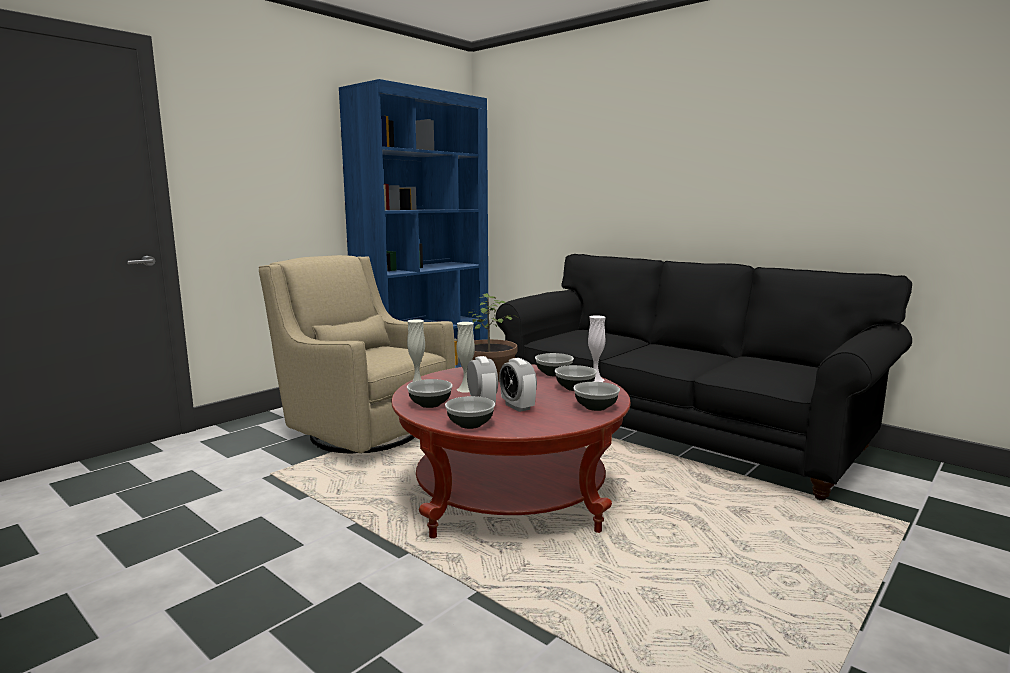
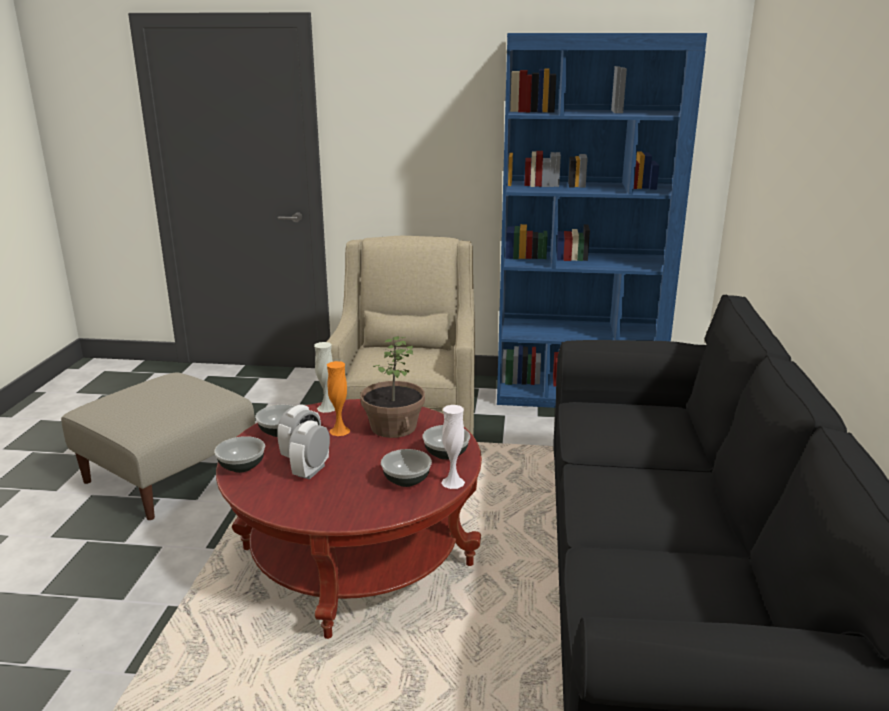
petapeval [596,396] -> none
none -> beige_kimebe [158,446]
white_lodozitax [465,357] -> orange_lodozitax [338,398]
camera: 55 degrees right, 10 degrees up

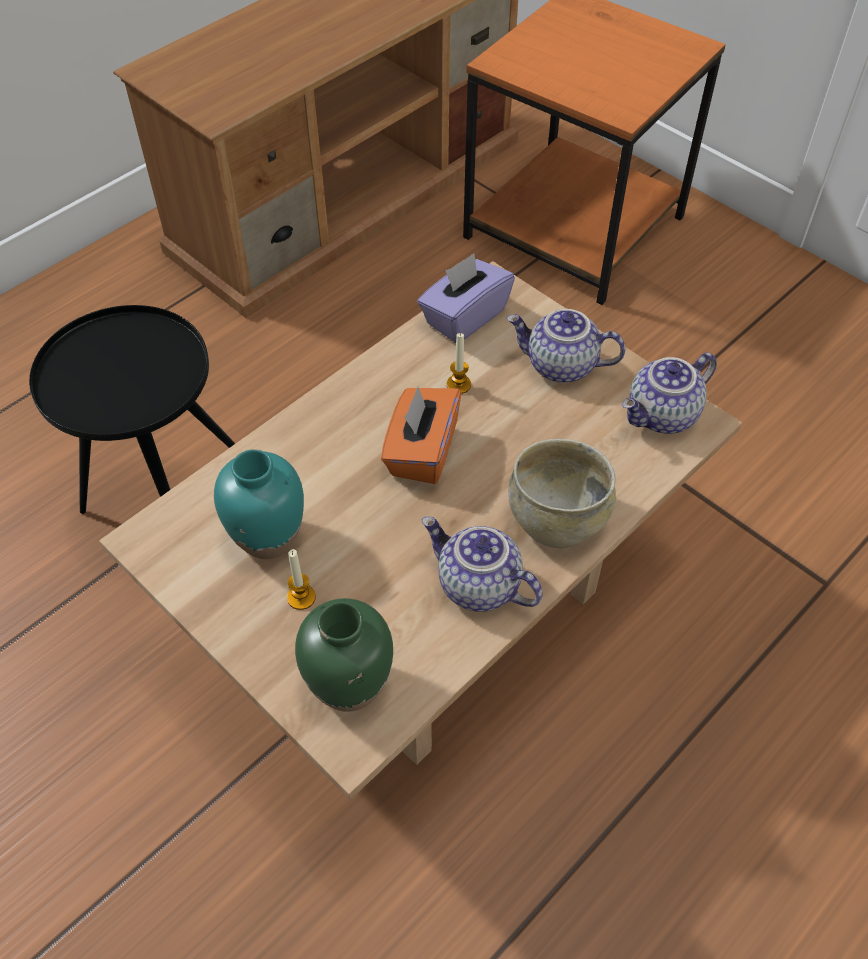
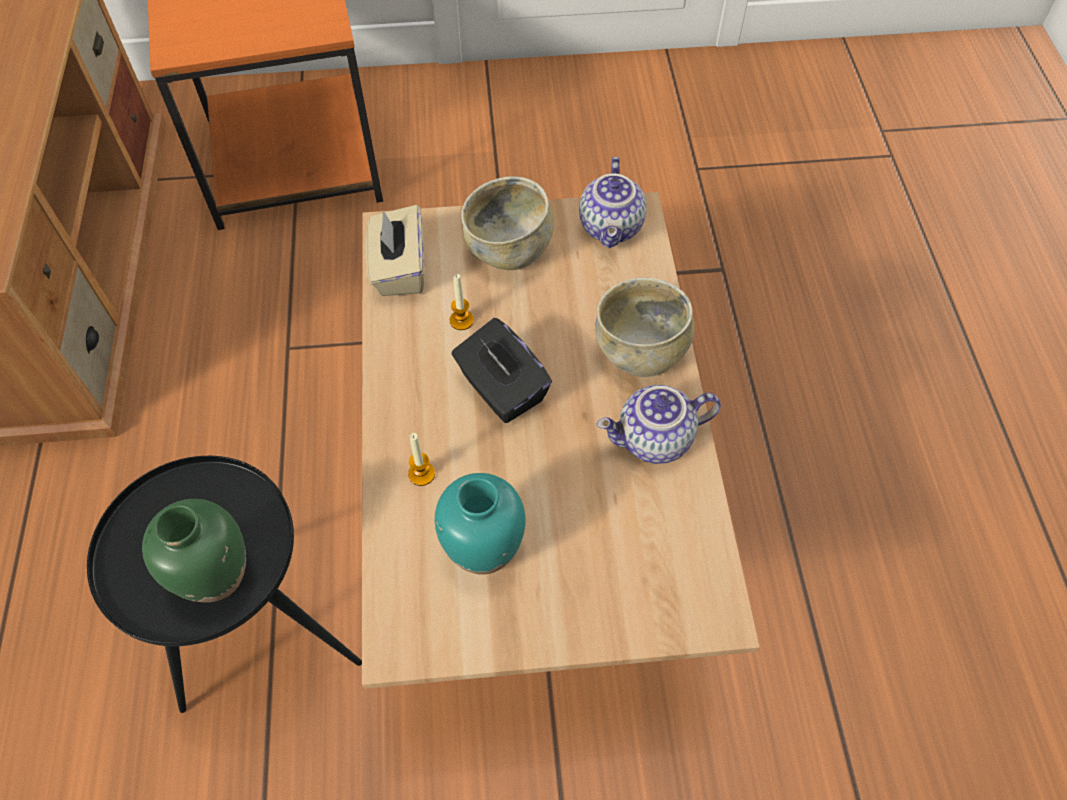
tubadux [301,579] -> tubadux [421,459], move
green_lodozitax [344,655] -> green_lodozitax [194,550], move
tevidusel [566,346] -> beige_petapeval [507,223]
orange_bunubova [421,435] -> black_bunubova [502,370]
purple_bunubova [466,298] -> beige_bunubova [395,250]
camera: 50 degrees left, 5 degrees up

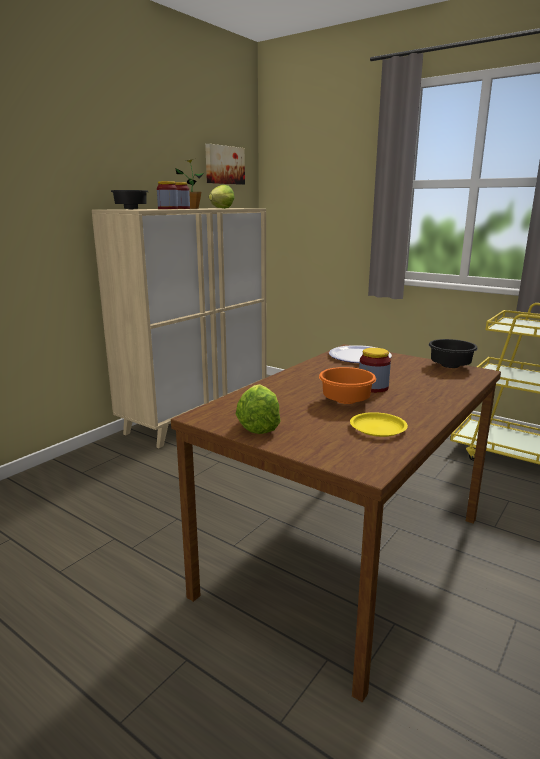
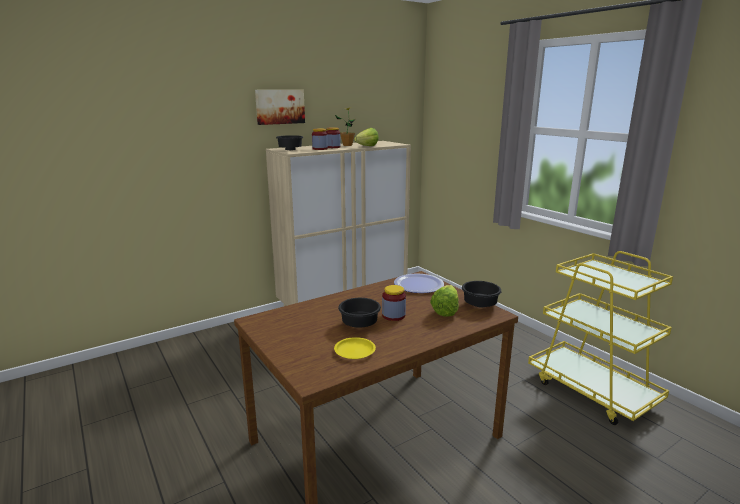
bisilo [225,164] -> bisilo [280,107], move
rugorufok [258,409] -> rugorufok [444,301], move
orange_petapeval [347,385] -> black_petapeval [359,313]
camera: 20 degrees right, 0 degrees up

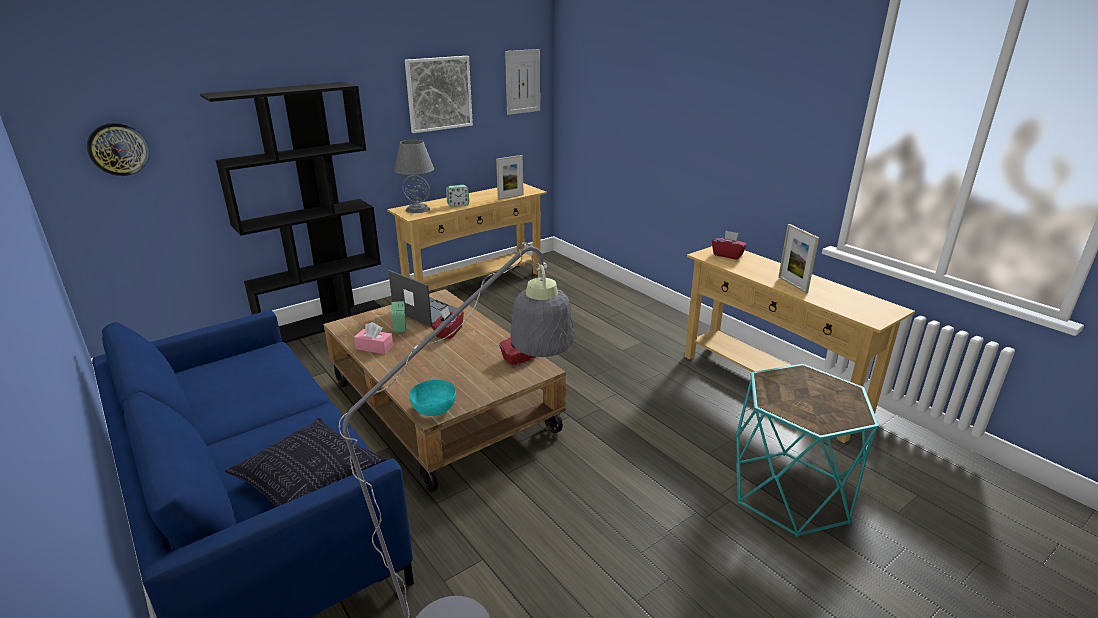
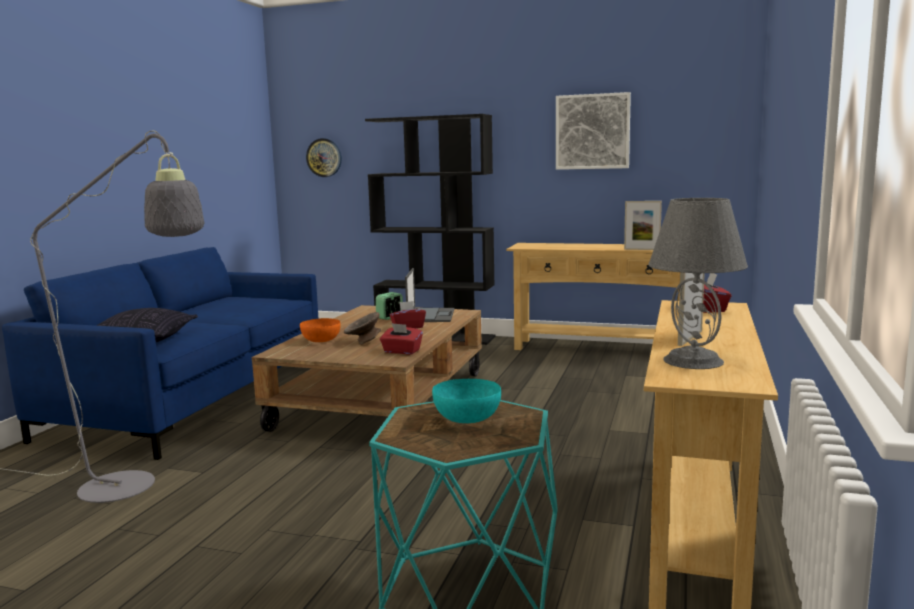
pink_bunubova [373,338] -> none
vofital [457,196] -> none
bisilo [522,82] -> none
none -> orange_petapeval [320,330]
none -> grey_petapeval [362,328]
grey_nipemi [414,176] -> grey_nipemi [698,283], move
turquoise_petapeval [432,398] -> turquoise_petapeval [466,401], move
camera: 55 degrees right, 15 degrees down

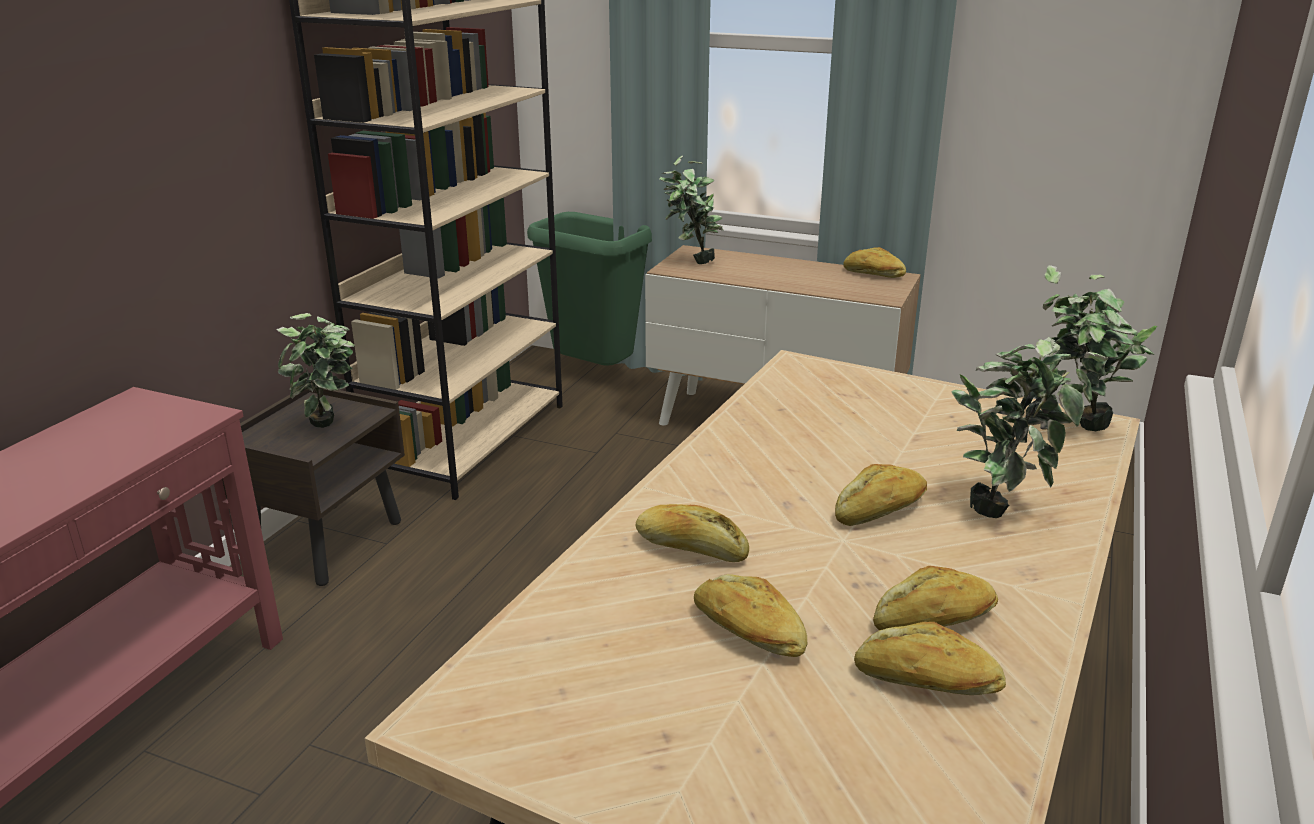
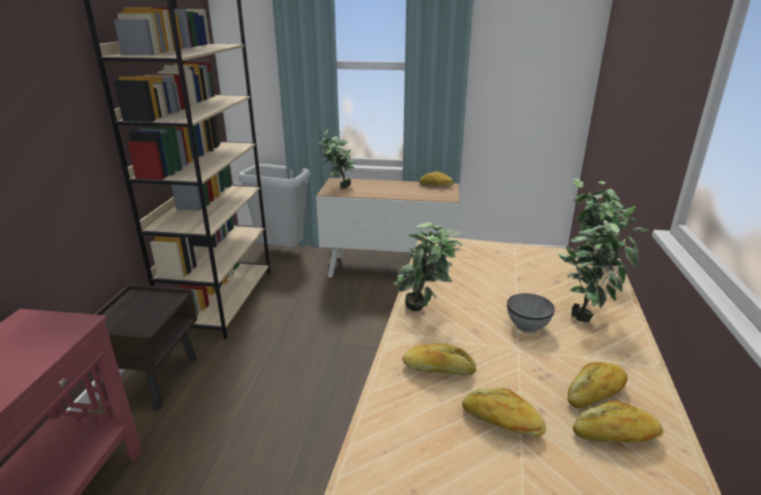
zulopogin [316,370] -> zulopogin [428,266], move
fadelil [881,495] -> grey_petapeval [531,313]
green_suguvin [589,289] -> grey_suguvin [274,205]
camera: 15 degrees left, 0 degrees up

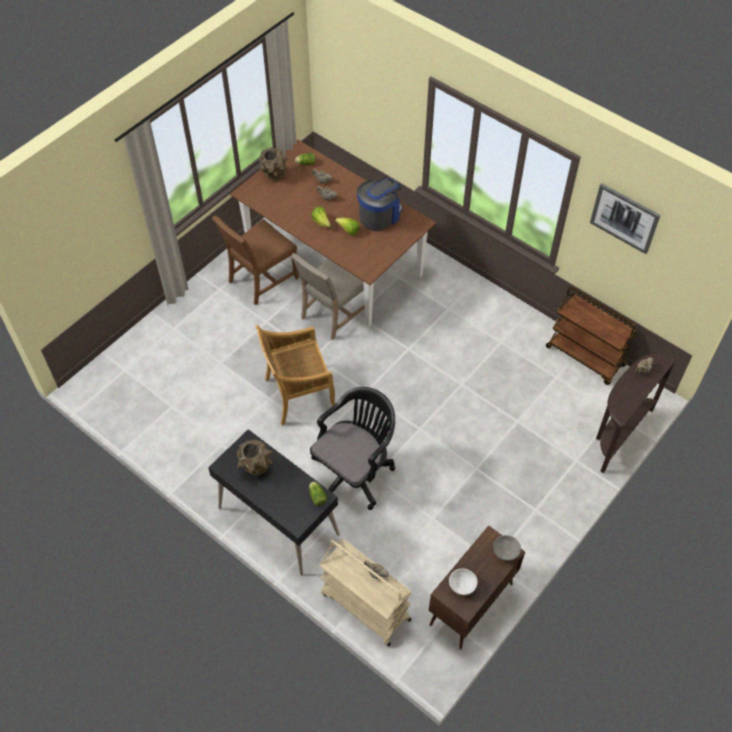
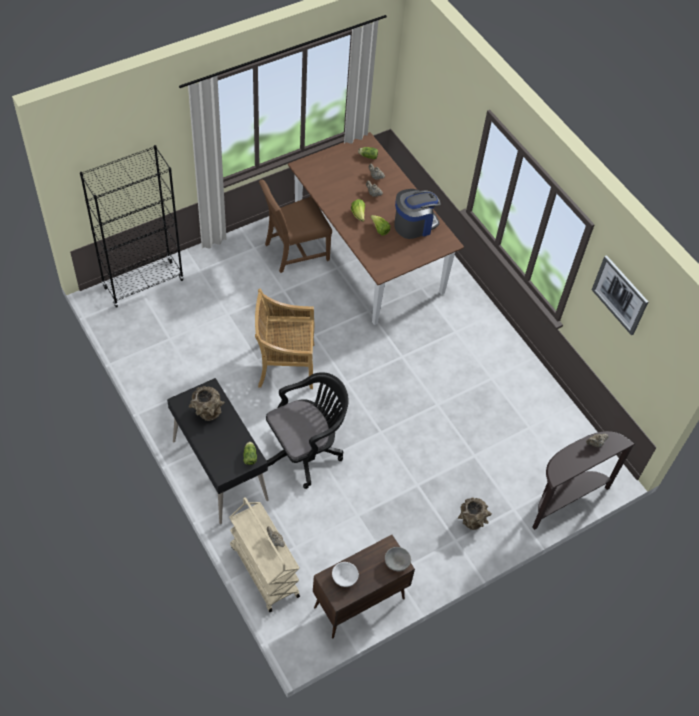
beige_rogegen [328,297] -> none
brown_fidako [592,336] -> none
none -> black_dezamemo [132,226]
brown_lodozitax [273,164] -> brown_lodozitax [475,514], move
camera: 15 degrees right, 0 degrees up

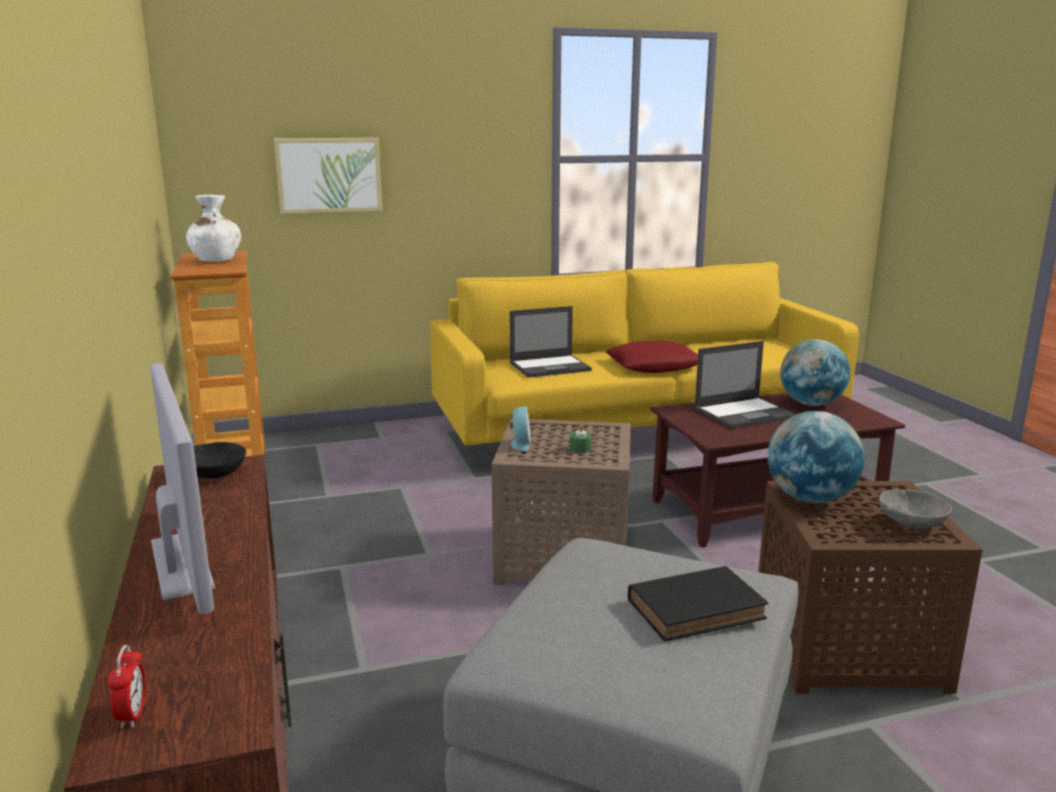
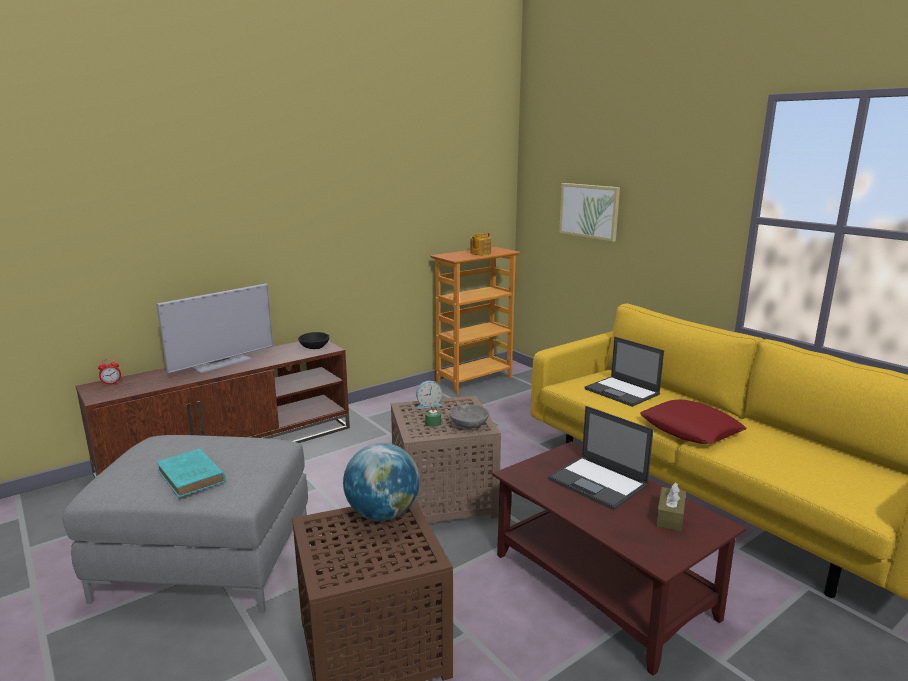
grey_petapeval [915,509] -> grey_petapeval [469,416], move
white_lodozitax [213,228] -> tevidusel [480,243]
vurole [815,372] -> brown_bunubova [671,507]
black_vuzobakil [698,604] -> turquoise_vuzobakil [191,473]
camera: 70 degrees right, 0 degrees up

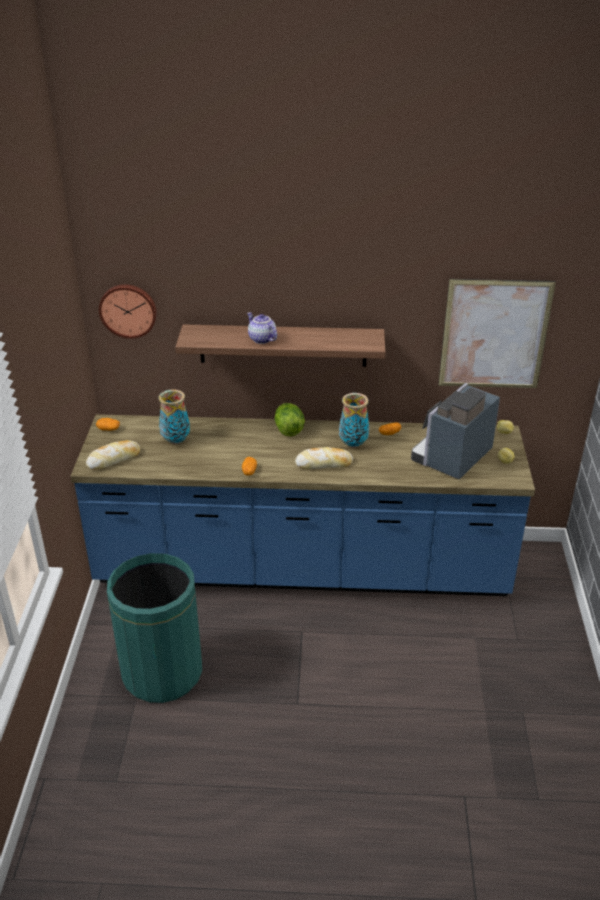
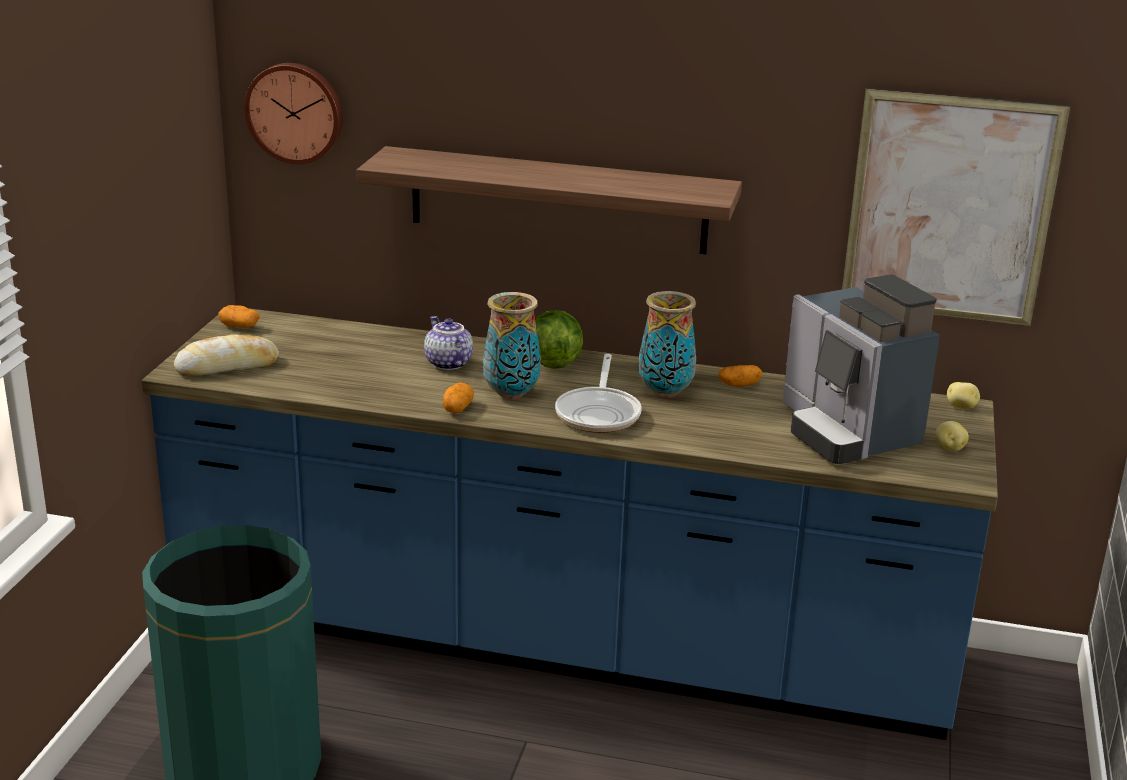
lodozitax [174,416] -> lodozitax [512,345], move
tevidusel [262,328] -> tevidusel [448,343], move
fadelil [324,458] -> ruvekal [598,393]
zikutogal [455,431] -> zikutogal [861,369], 75 degrees counterclockwise
camera: 10 degrees right, 10 degrees down

